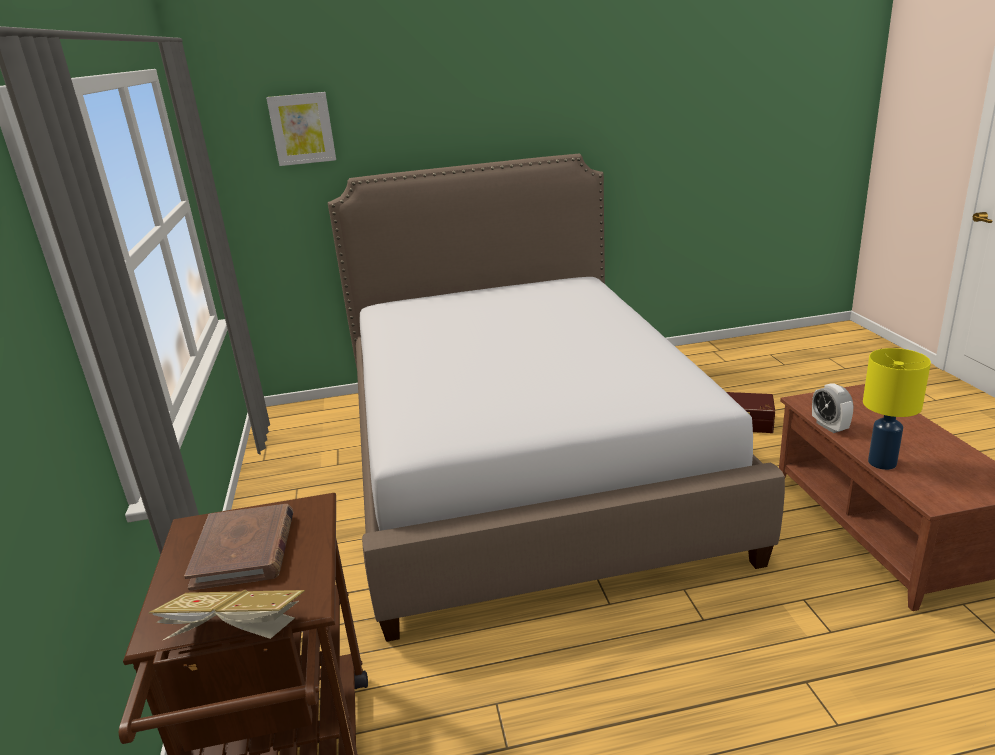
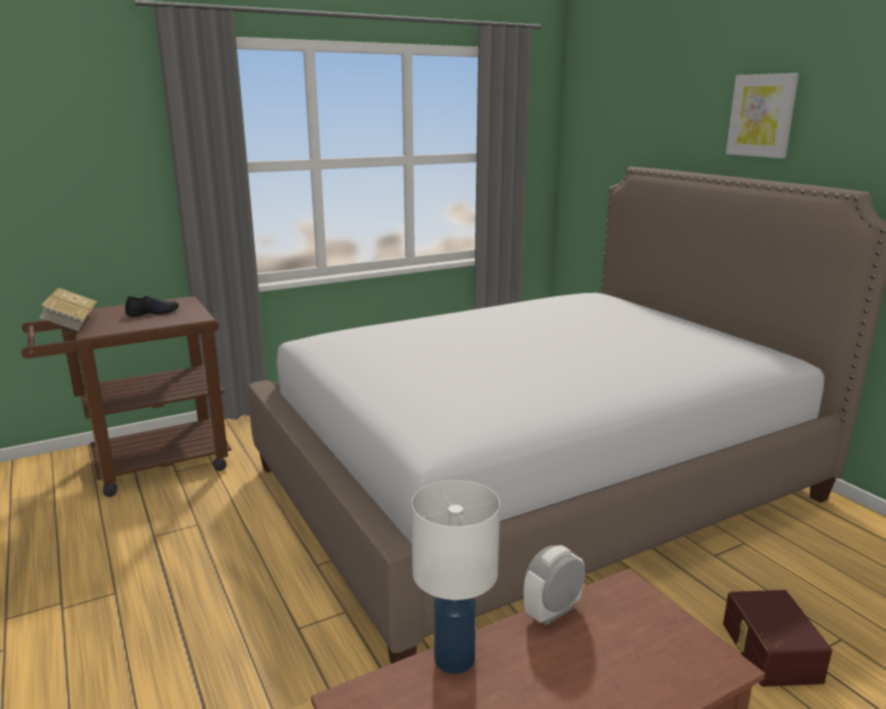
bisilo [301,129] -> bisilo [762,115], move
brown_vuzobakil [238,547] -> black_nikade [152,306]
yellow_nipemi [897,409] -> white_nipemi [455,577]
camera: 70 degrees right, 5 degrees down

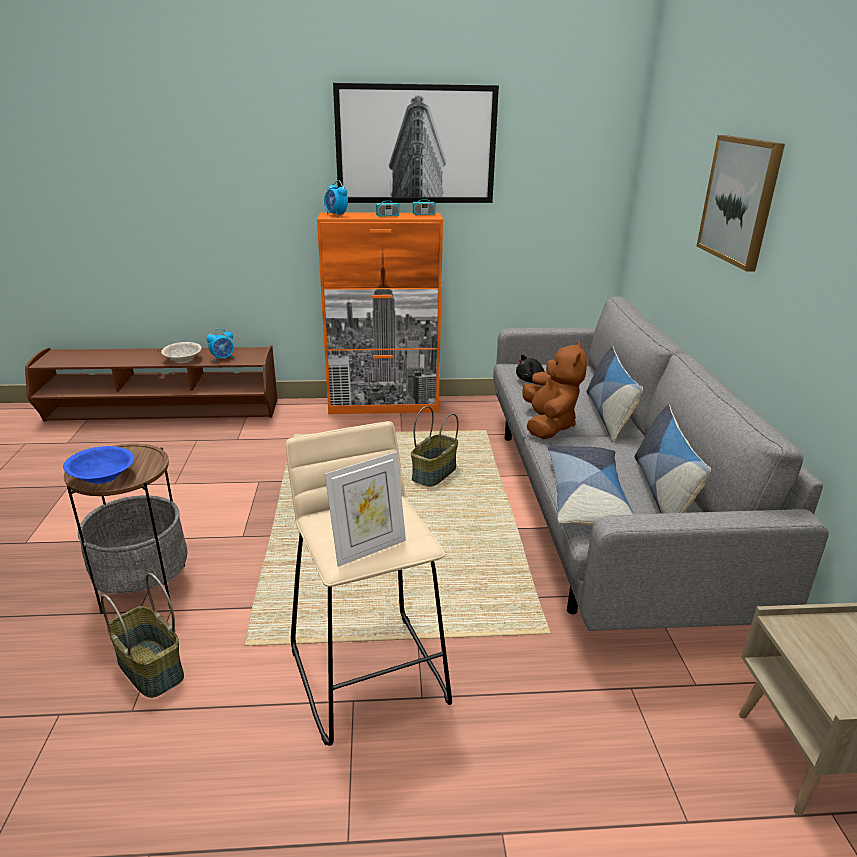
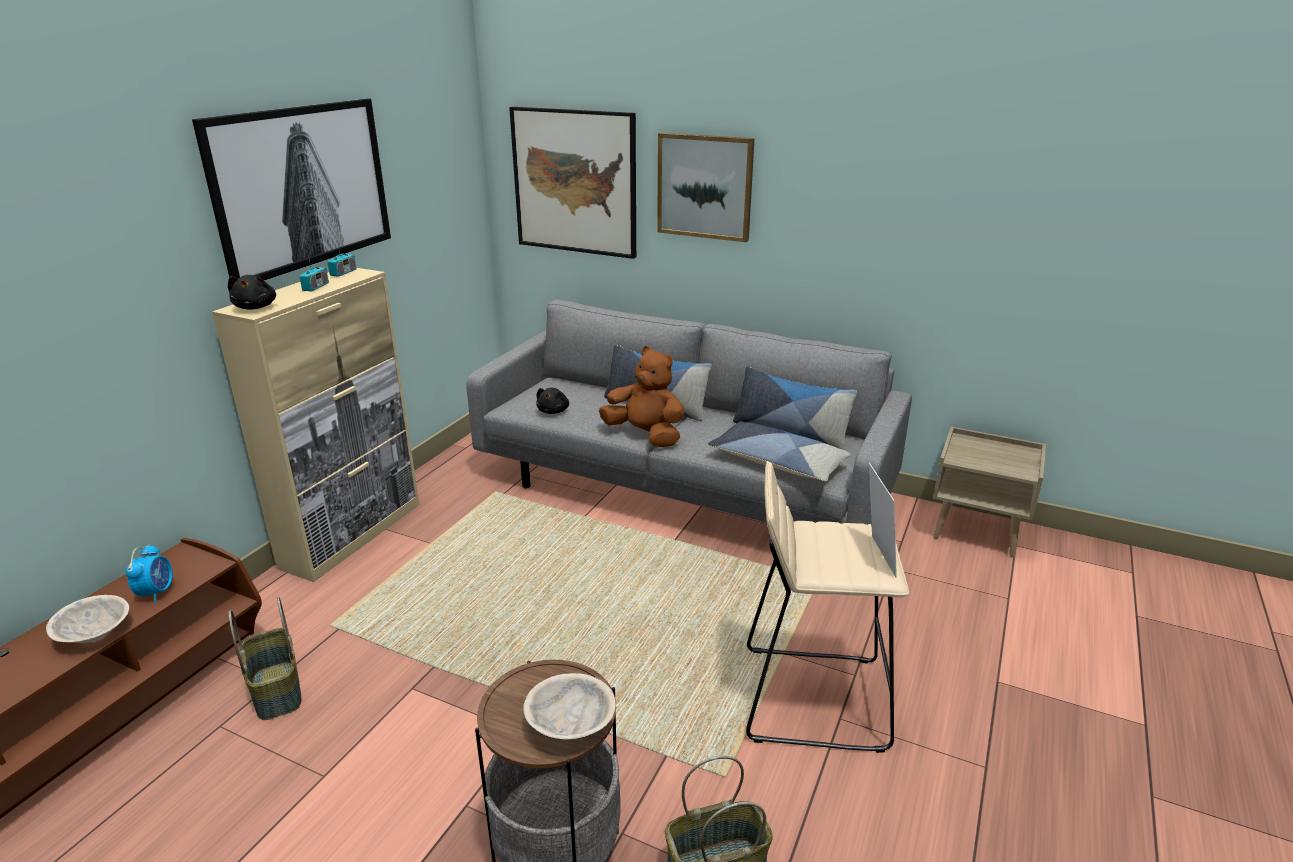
none -> bisilo [572,183]
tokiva [435,446] -> tokiva [265,658], move
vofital [336,198] -> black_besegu [252,292]
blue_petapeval [98,465] -> beige_petapeval [569,706]
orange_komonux [380,313] -> beige_komonux [315,425]
camera: 60 degrees left, 0 degrees up

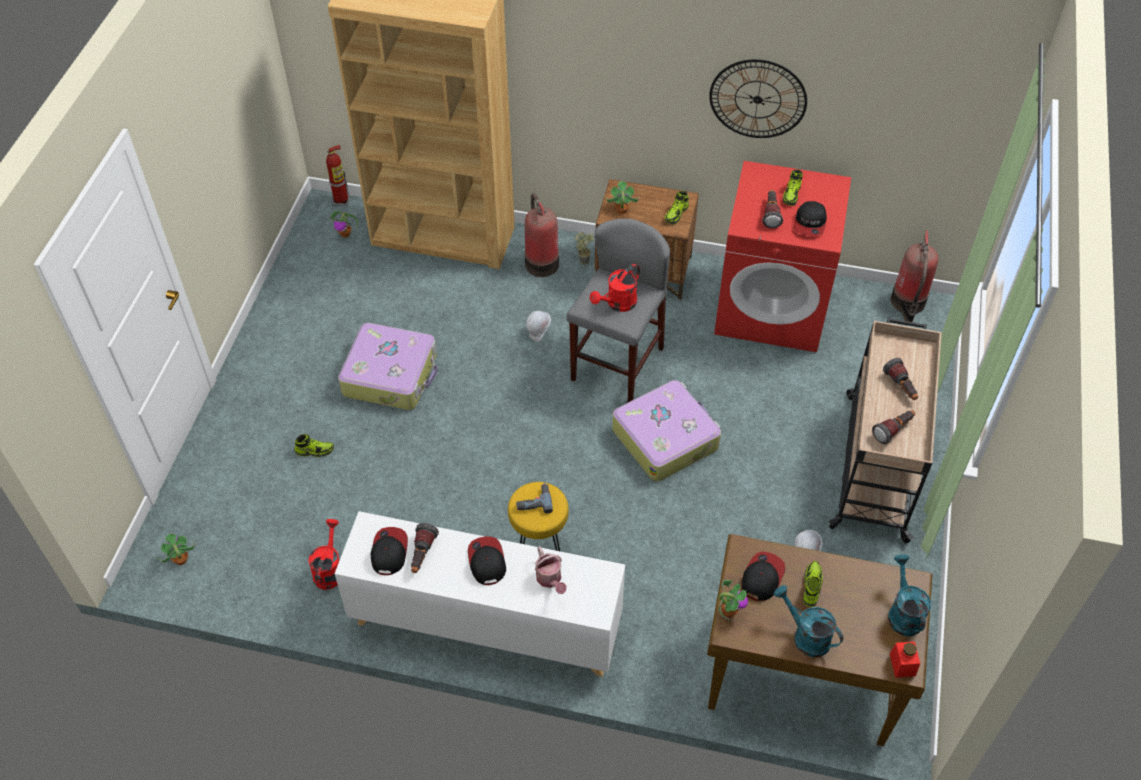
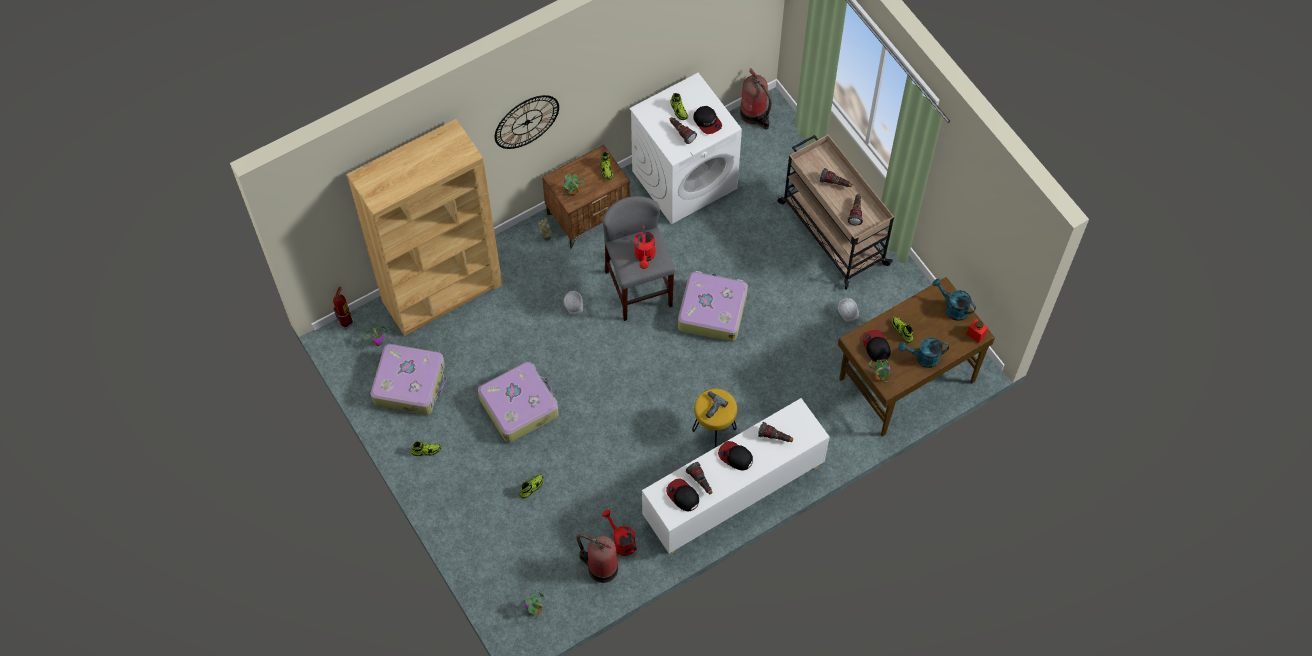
none -> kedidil [409,379]
none -> nikade [426,448]
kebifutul [542,235] -> kebifutul [597,558], move
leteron [758,98] -> leteron [527,122], move
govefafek [551,570] -> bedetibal [775,432]
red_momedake [782,256] -> white_momedake [686,148]
camera: 45 degrees left, 10 degrees up

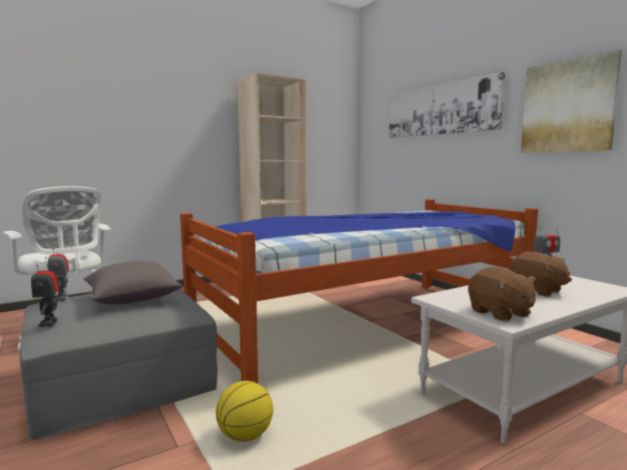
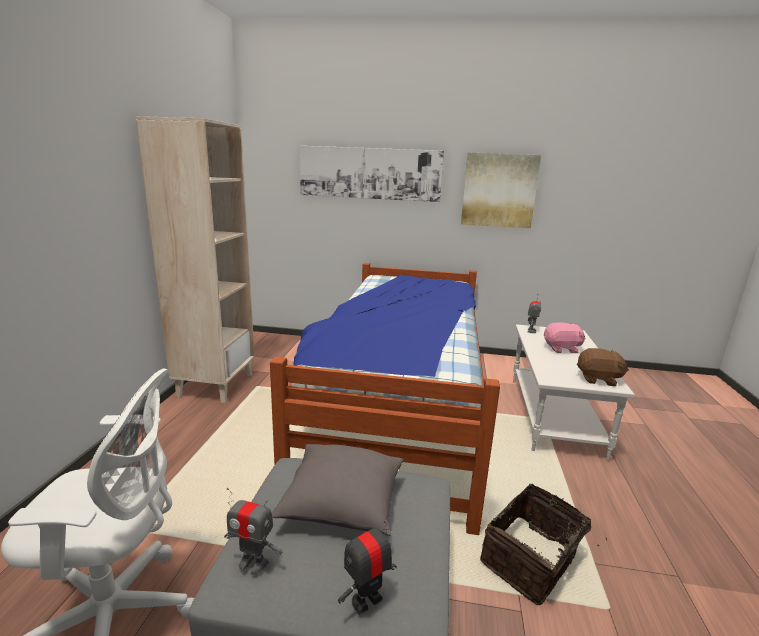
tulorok [244,411] -> tokiva [543,544]
brown_besegu [540,274] -> pink_besegu [565,337]
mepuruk [45,292] -> mepuruk [367,564], 120 degrees clockwise
camera: 50 degrees left, 10 degrees up

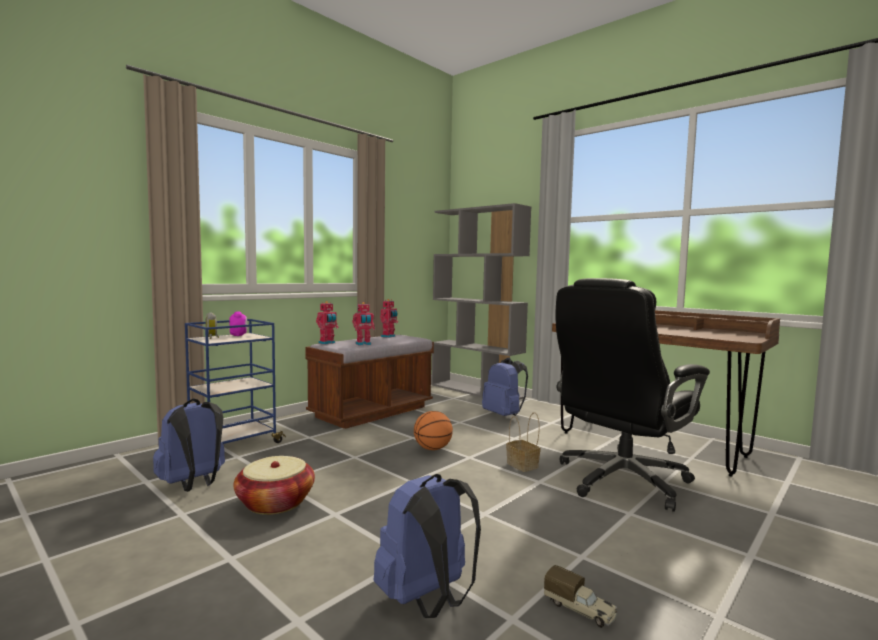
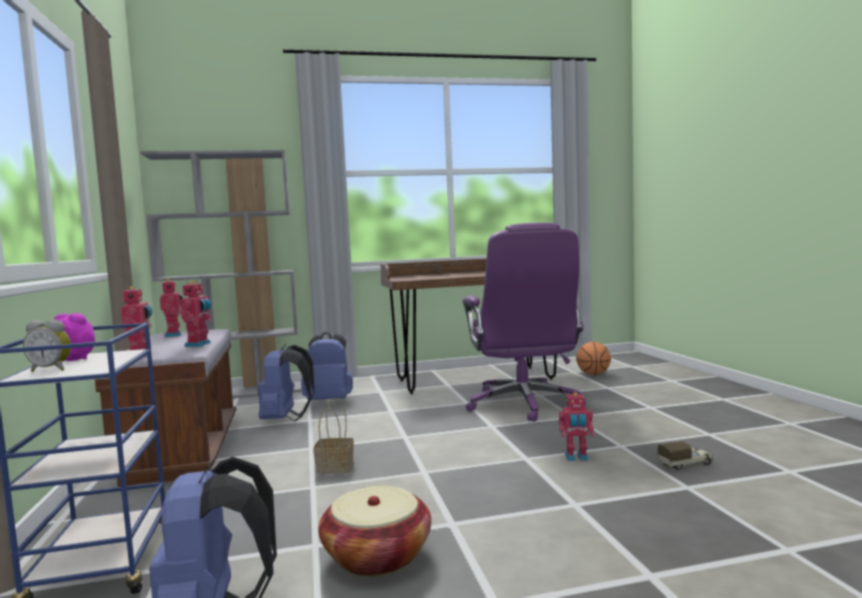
none -> mepuruk [576,426]
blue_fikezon [427,546] -> blue_fikezon [286,382], move
tulorok [433,430] -> tulorok [593,358], move
tokiva [523,442] -> tokiva [333,436], move
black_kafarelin [632,395] -> purple_kafarelin [524,322]
camera: 55 degrees left, 0 degrees up

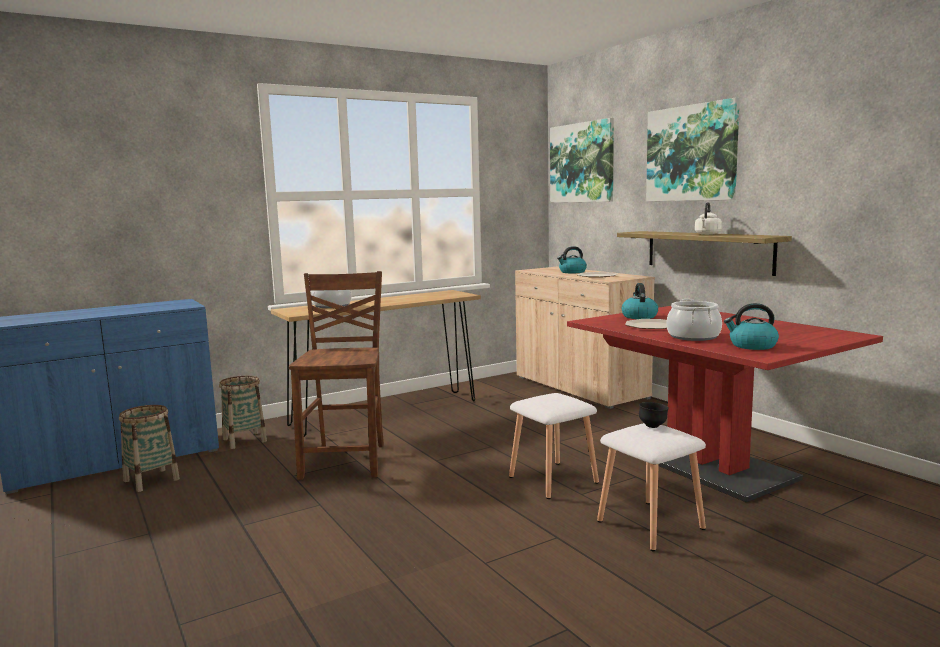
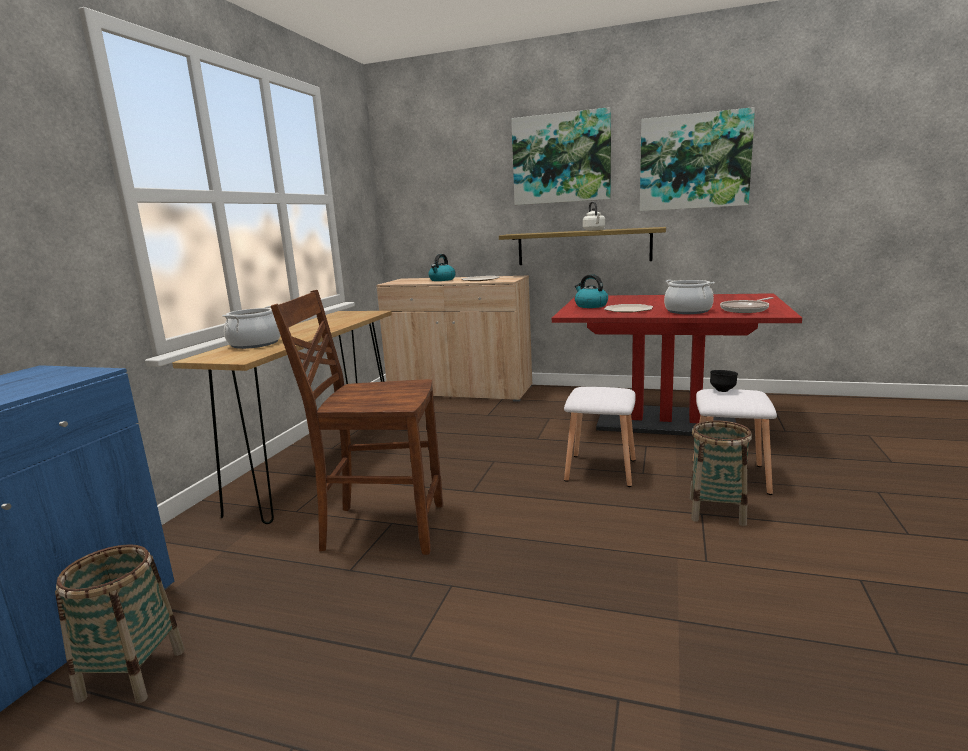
tokiva [243,412] -> tokiva [721,473], move
bisilo [582,160] -> bisilo [697,159], move
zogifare [751,326] -> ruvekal [747,305]
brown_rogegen [336,375] -> brown_rogegen [357,422], 45 degrees counterclockwise
camera: 40 degrees left, 5 degrees up

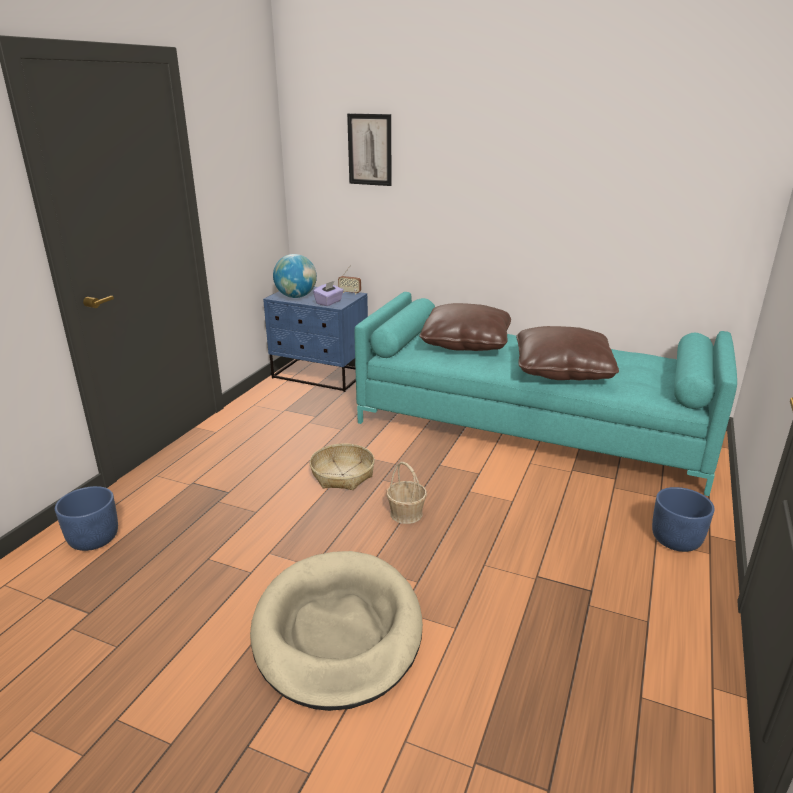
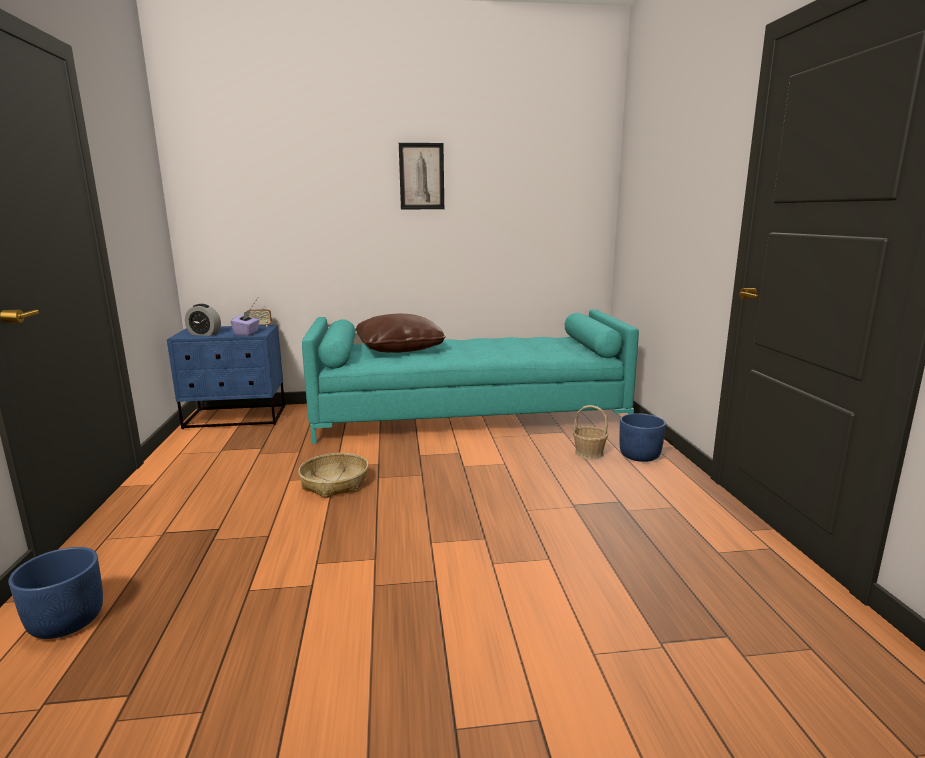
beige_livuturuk [336,631] -> none
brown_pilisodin [567,353] -> none
bisilo [369,149] -> bisilo [421,176], move
tokiva [406,493] -> tokiva [590,432], move
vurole [295,276] -> vofital [203,320]
camera: 30 degrees left, 10 degrees down

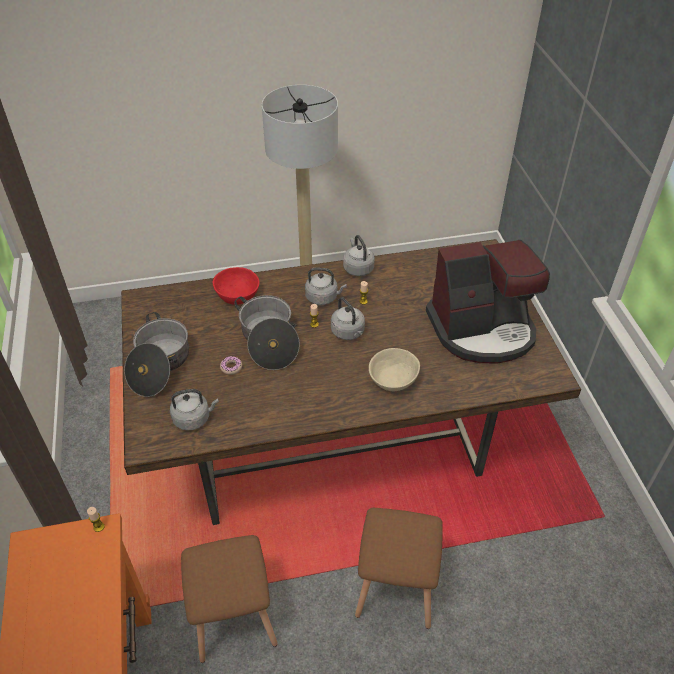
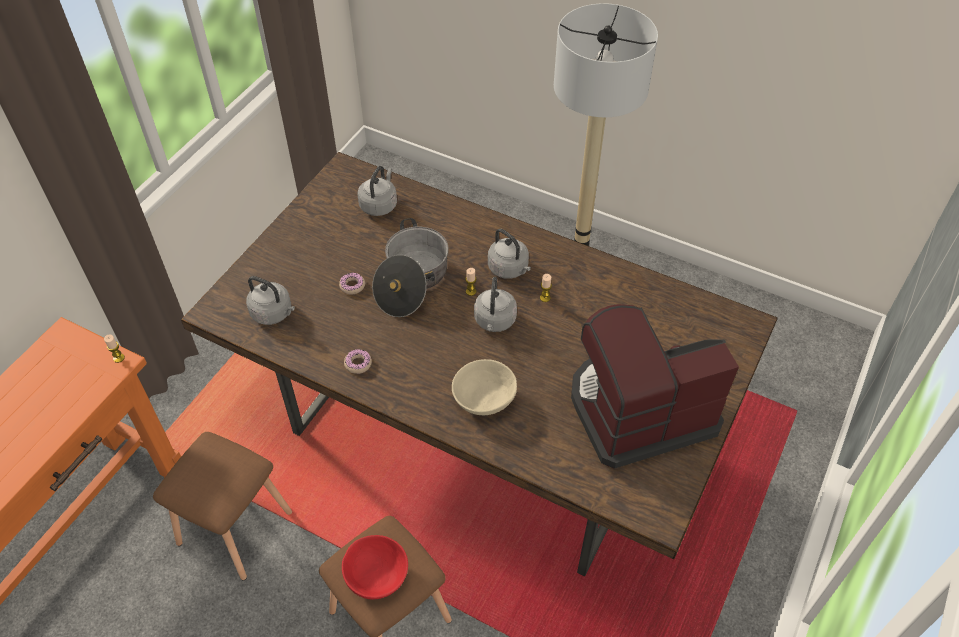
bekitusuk [156,354] -> none
none -> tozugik [358,361]
red_petapeval [236,286] -> red_petapeval [375,567], move
grey_zogifare [359,255] -> grey_zogifare [377,191], move
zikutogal [488,301] -> zikutogal [655,386], 135 degrees clockwise
camera: 40 degrees right, 5 degrees up

